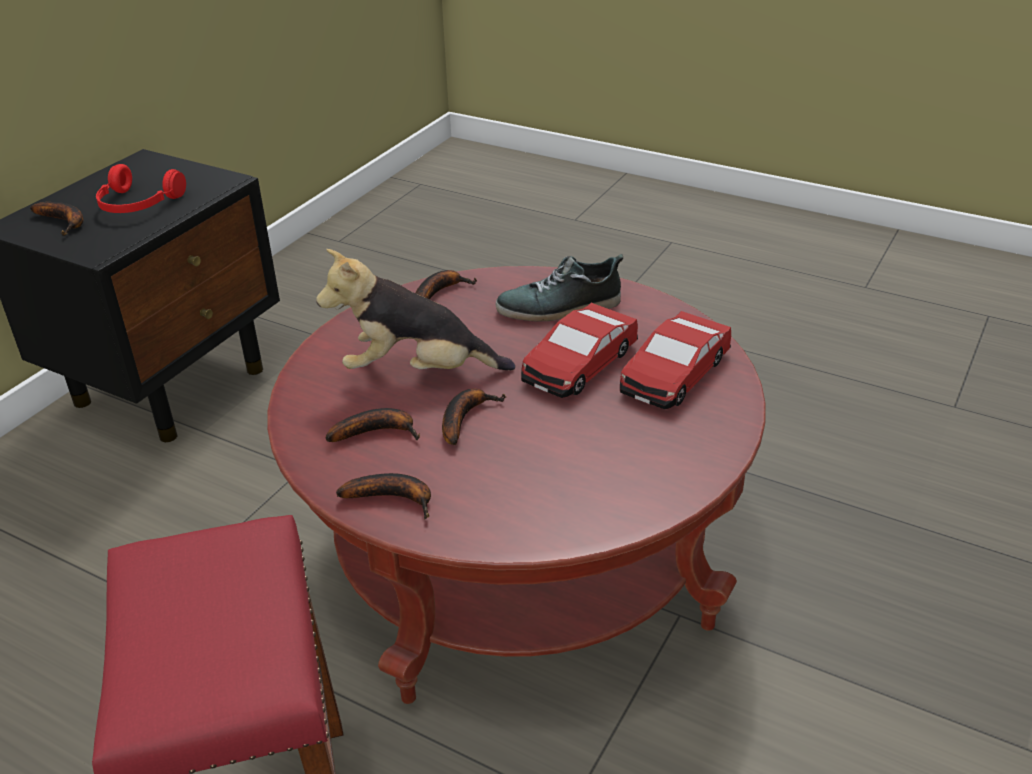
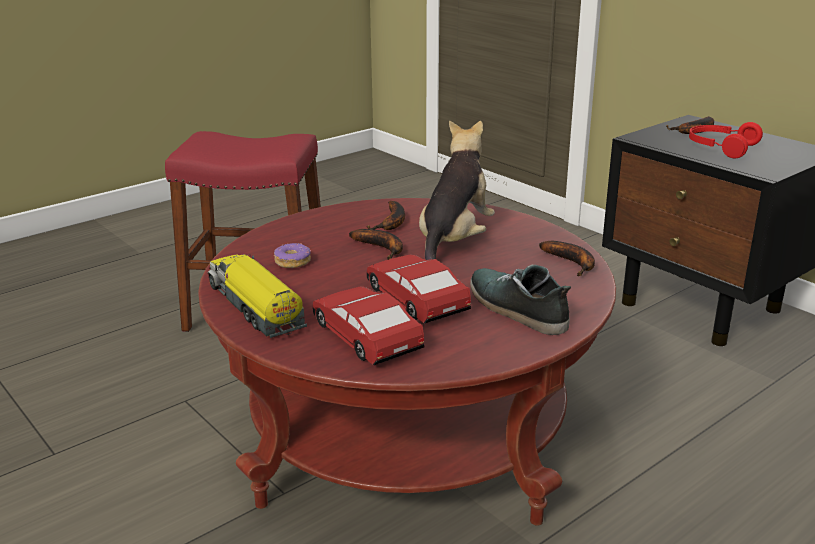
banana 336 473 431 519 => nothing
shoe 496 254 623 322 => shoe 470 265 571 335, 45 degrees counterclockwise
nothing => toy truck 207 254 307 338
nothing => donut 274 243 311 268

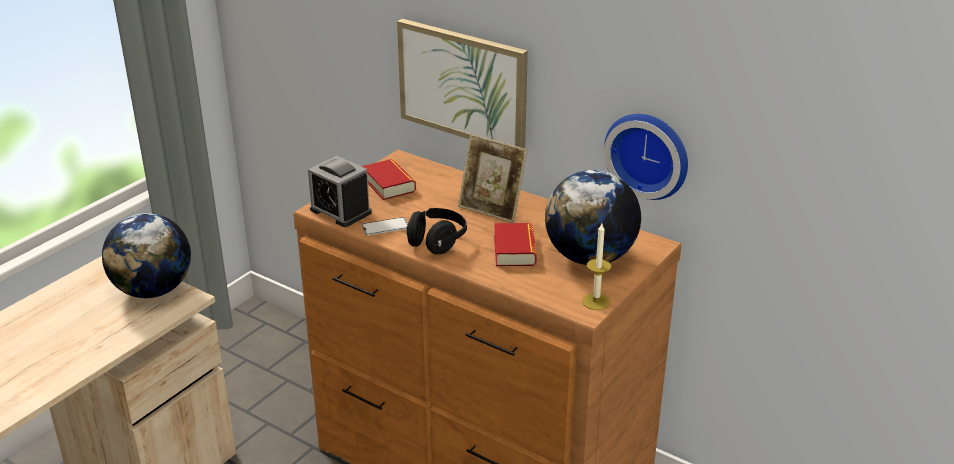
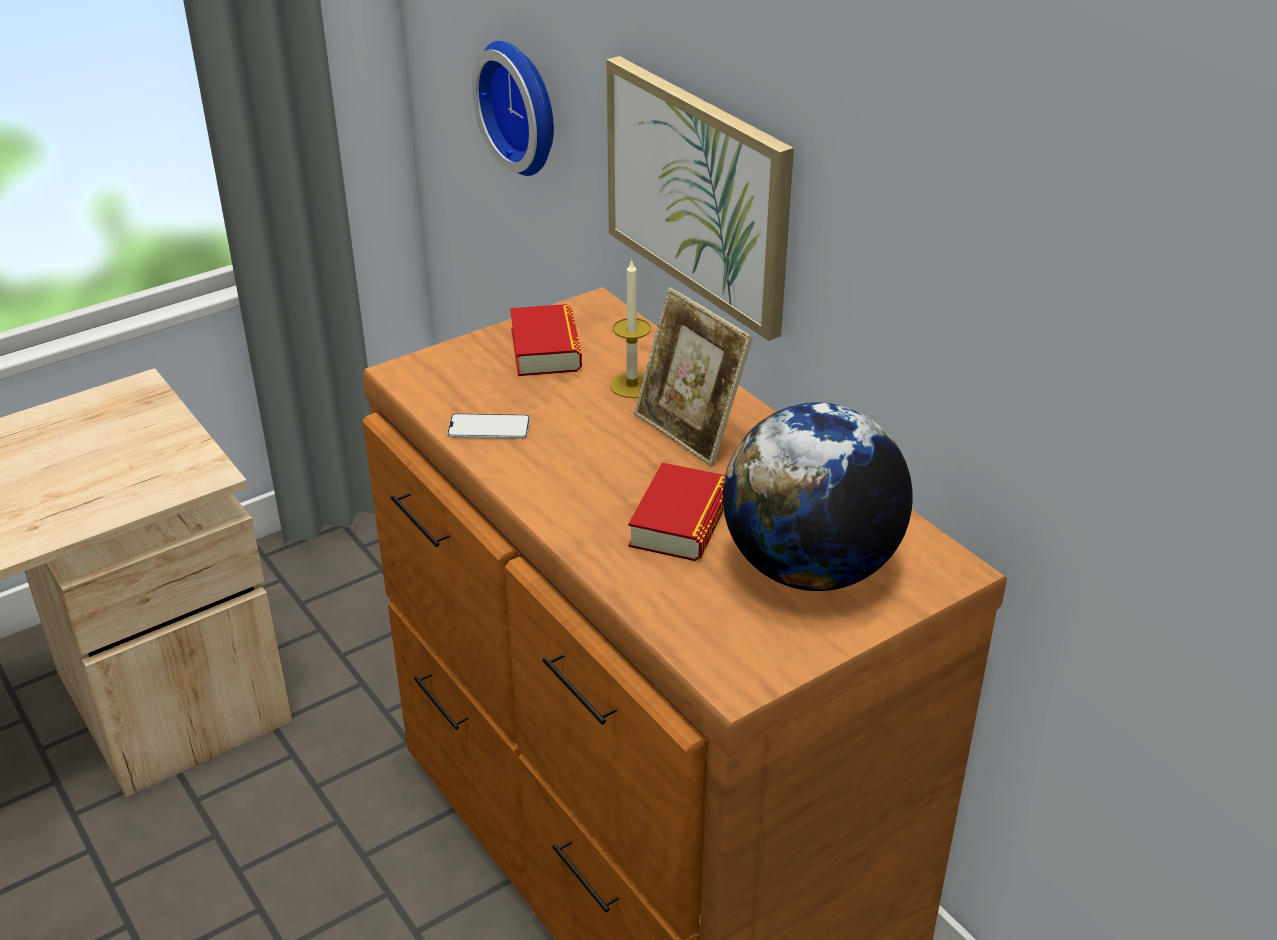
globe 102 213 191 298 => nothing
alarm clock 308 156 372 227 => nothing
black headphones 406 208 467 254 => nothing
candle 582 224 611 310 => candle 610 259 651 398, moved
wall clock 604 114 688 200 => wall clock 472 41 554 176, moved

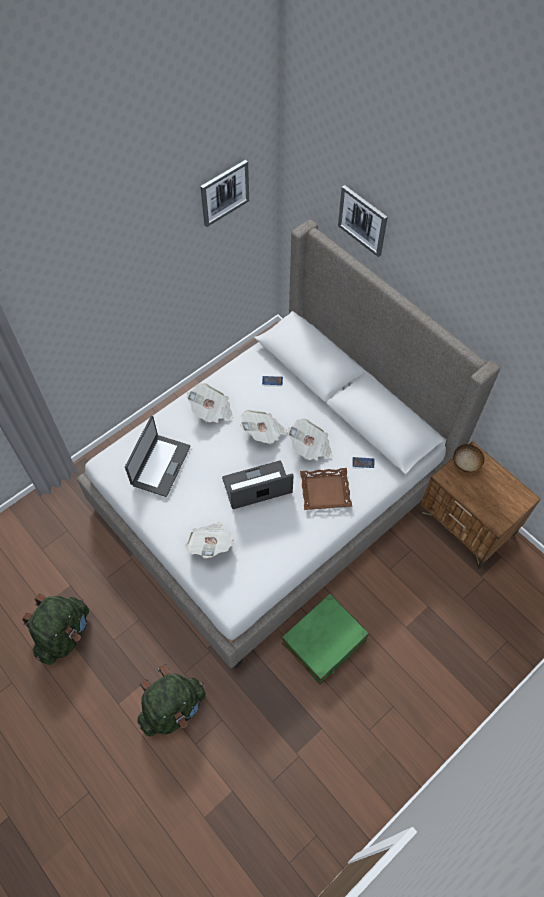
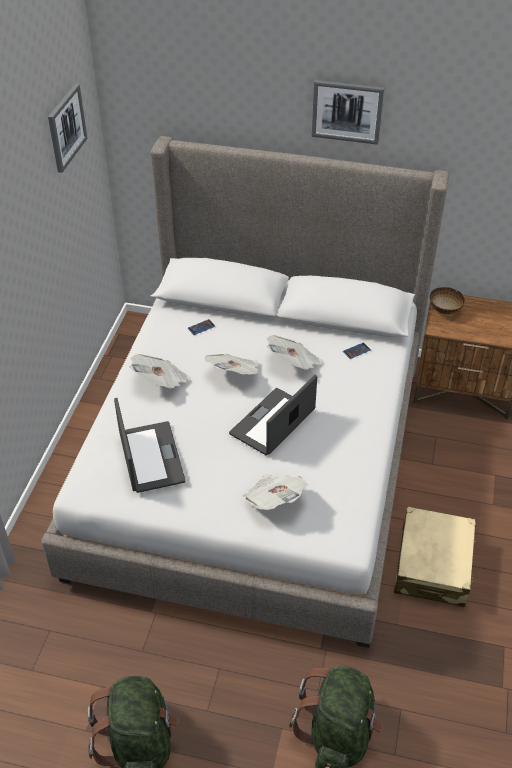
green suitcase 282 594 369 684 => beige suitcase 394 507 476 607
brown tray 300 468 352 510 => nothing
picture 338 185 388 257 => picture 312 80 384 145, moved

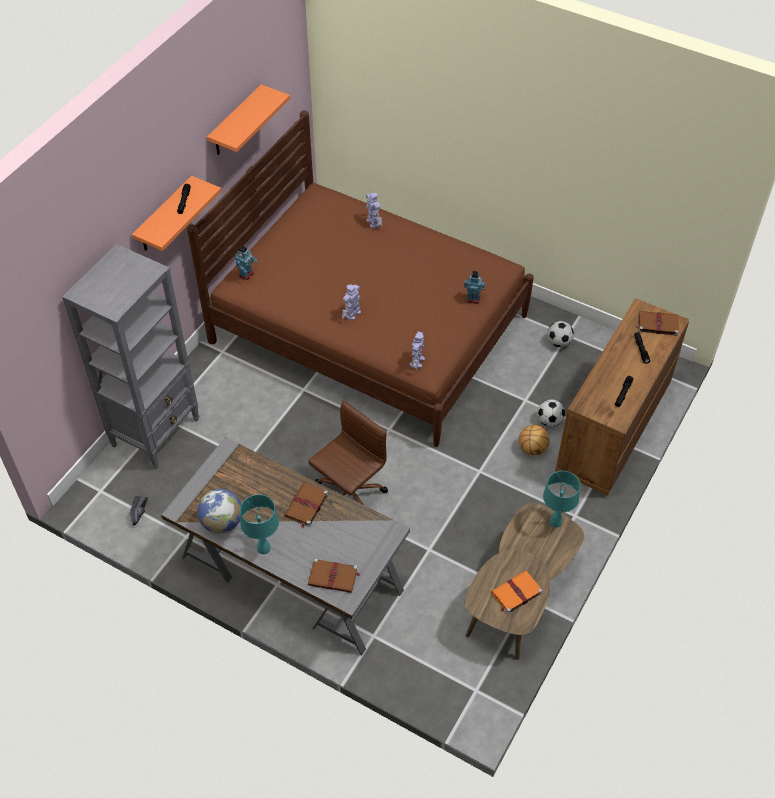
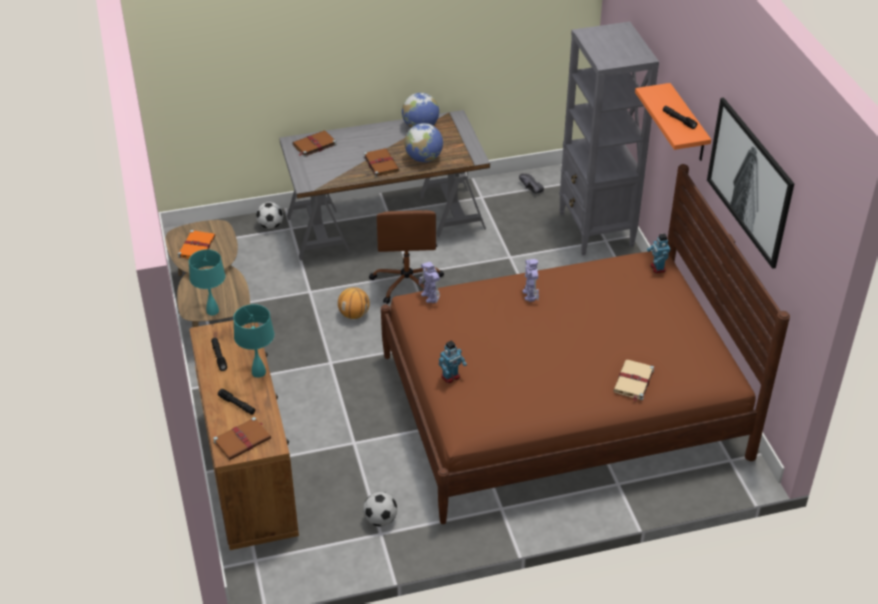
orange shelf 207 84 290 155 => picture 707 97 794 269
turquoise table lamp 240 494 279 554 => turquoise table lamp 233 304 274 378, moved
toy robot 366 193 382 229 => beige book 613 360 654 401
basketball 519 425 550 455 => basketball 338 287 370 319, moved
football 537 399 565 427 => football 256 202 283 229, moved
nothing => globe 404 123 443 162

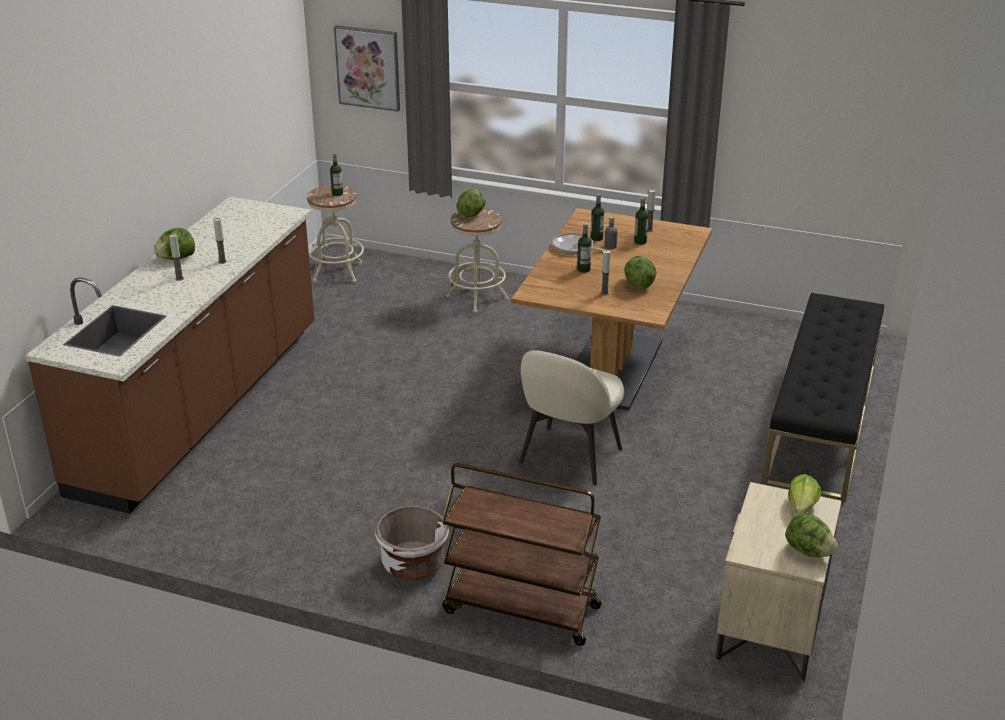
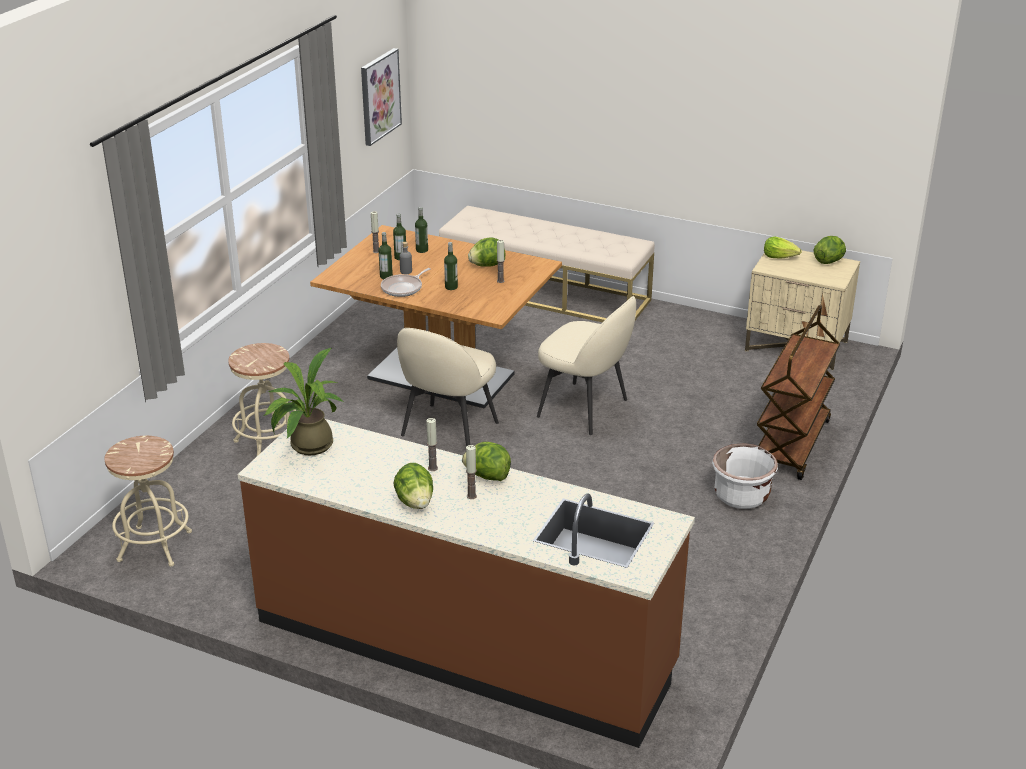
bottle 330 153 343 196 => bottle 415 207 428 253, moved
picture 334 25 400 112 => picture 361 48 402 146, moved
lettuce 456 189 486 218 => lettuce 462 442 511 481, moved
black bench 762 293 884 502 => beige bench 439 206 655 322
nothing => potted plant 263 348 344 455
nothing => beige chair 397 328 499 447

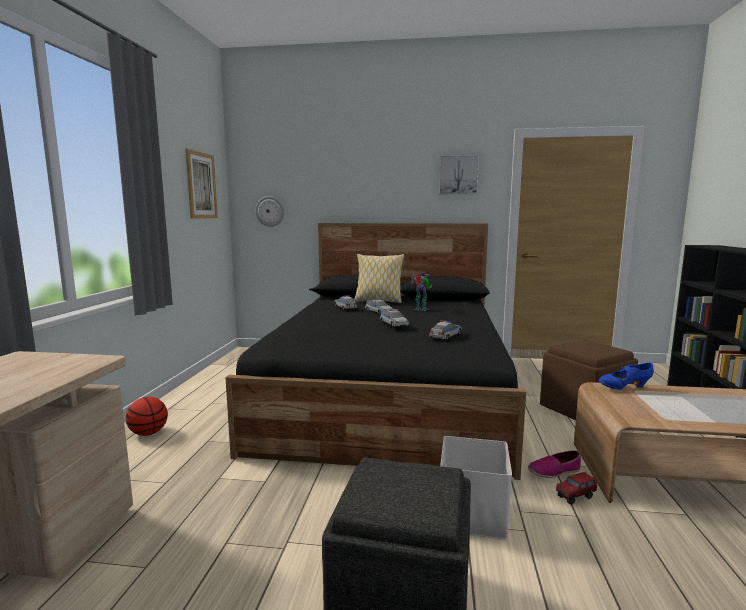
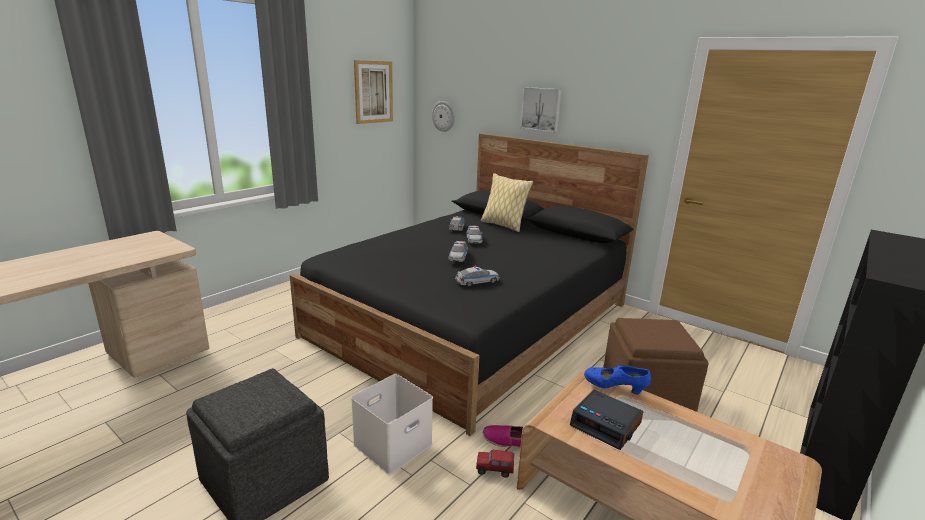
basketball 126 397 168 436 => nothing
toy robot 411 273 432 311 => nothing
picture 439 155 479 195 => picture 520 87 562 132, moved
nothing => alarm clock 570 390 643 450

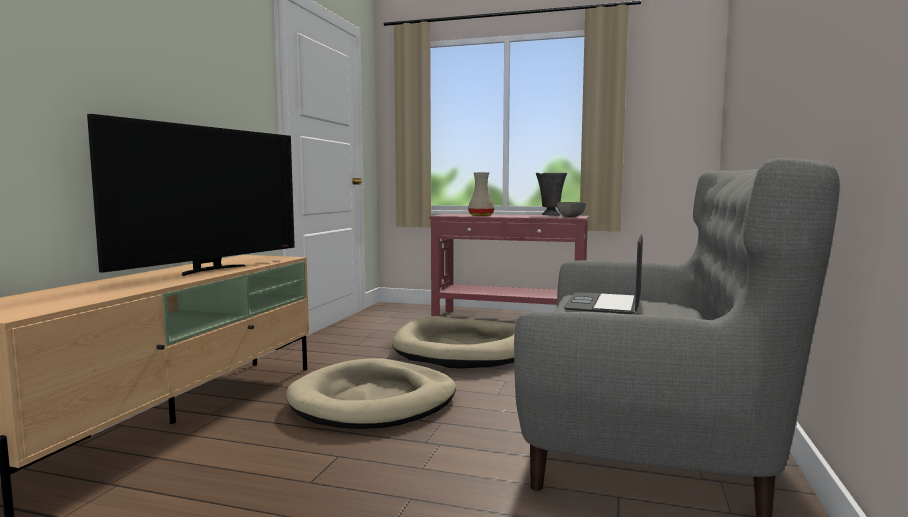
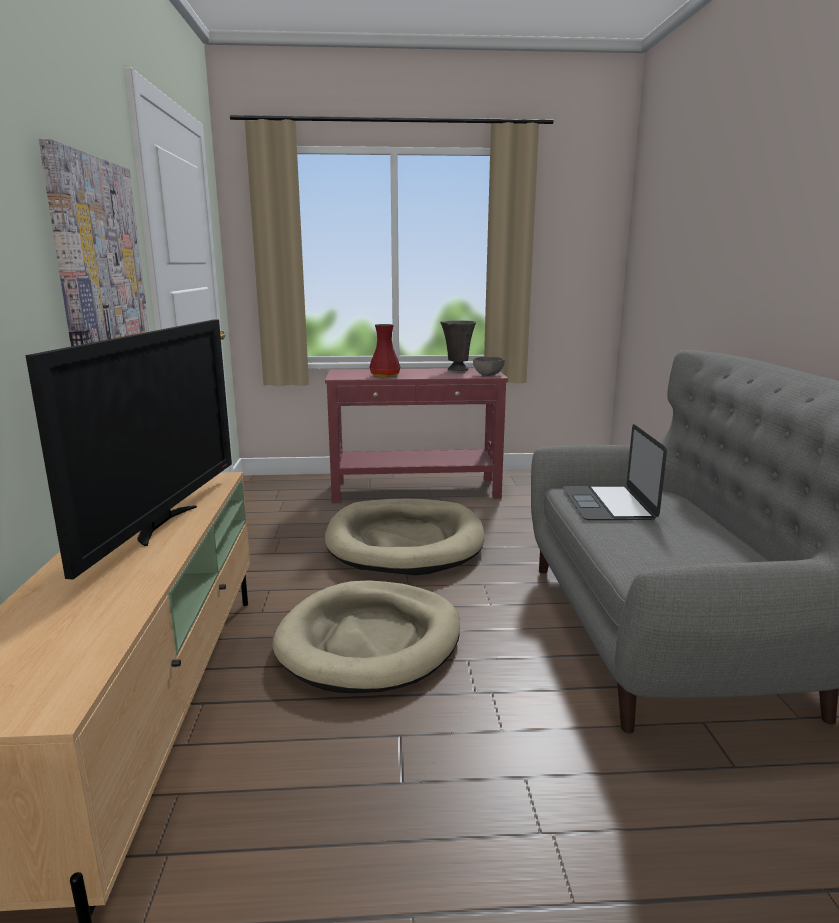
beige vase 468 172 494 216 => red vase 369 324 400 377
nothing => picture 39 139 149 346

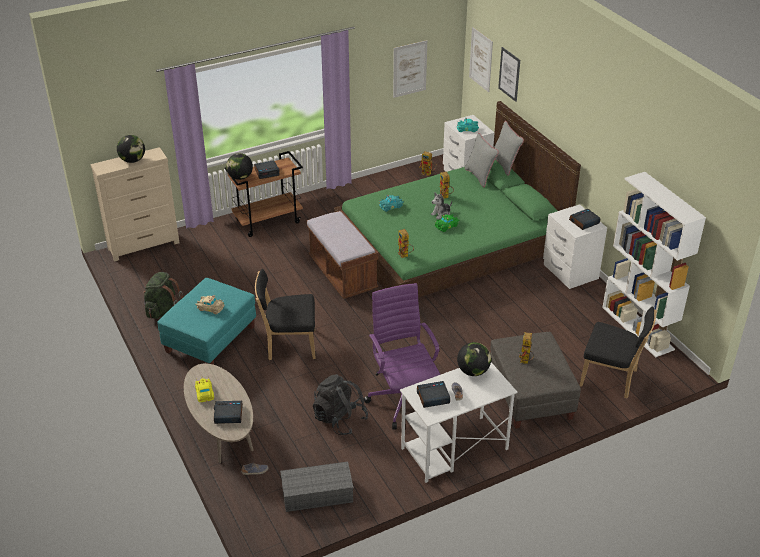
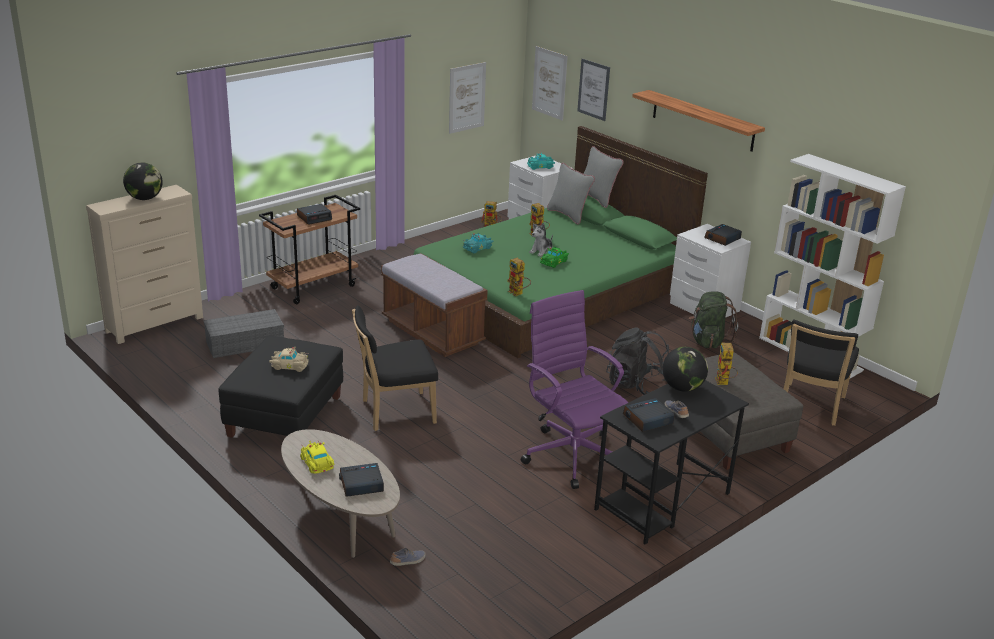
green backpack 143 272 183 319 => green backpack 689 291 738 348, moved
turquoise ottoman 157 278 256 365 => black ottoman 218 336 343 438
globe 226 153 253 180 => nothing
grey storage box 280 462 353 512 => grey storage box 203 309 284 358, moved
black backpack 313 374 368 435 => black backpack 606 327 669 395, moved
white desk 400 362 517 483 => black desk 594 380 749 544
black chair 579 306 657 399 => black chair 783 320 859 426, 105 degrees clockwise
nothing => shelf 632 90 765 152

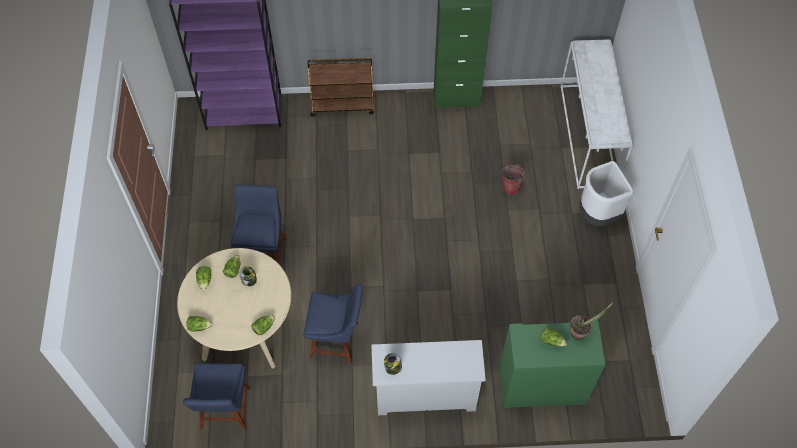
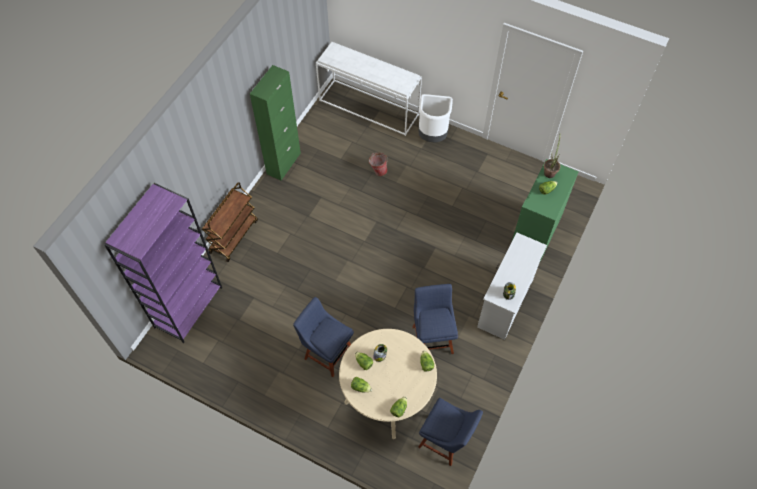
blue chair 304 284 363 363 => blue chair 412 284 458 354, 45 degrees counterclockwise

